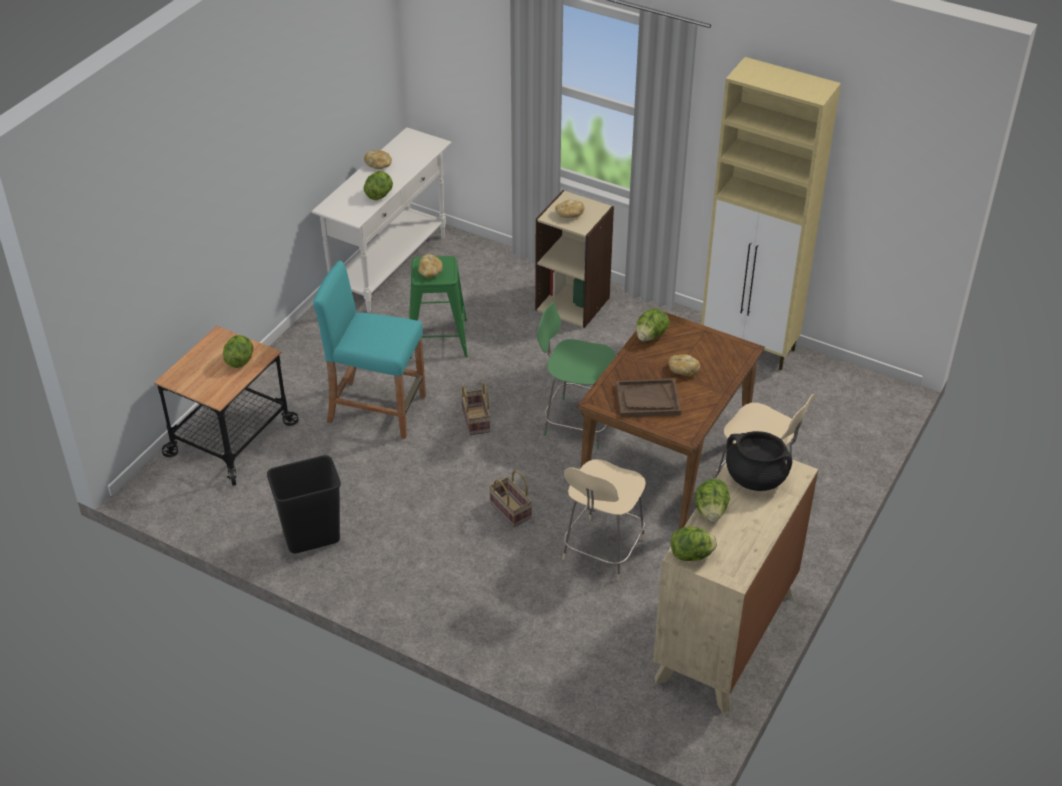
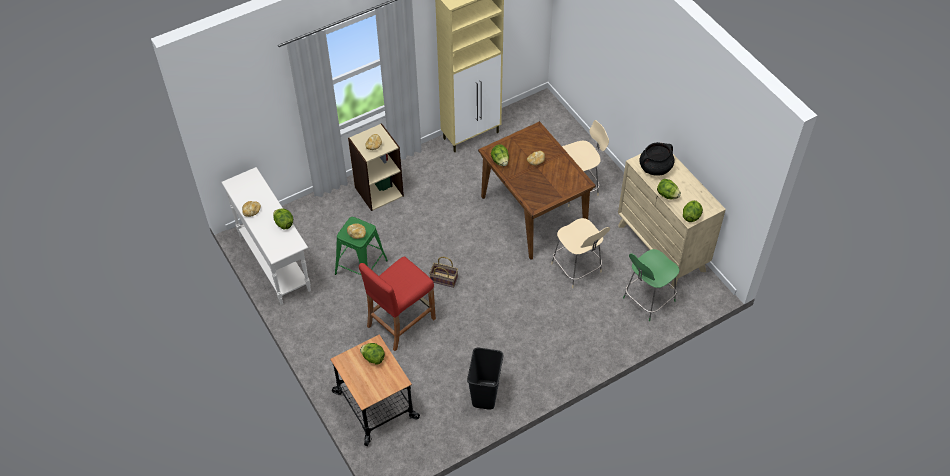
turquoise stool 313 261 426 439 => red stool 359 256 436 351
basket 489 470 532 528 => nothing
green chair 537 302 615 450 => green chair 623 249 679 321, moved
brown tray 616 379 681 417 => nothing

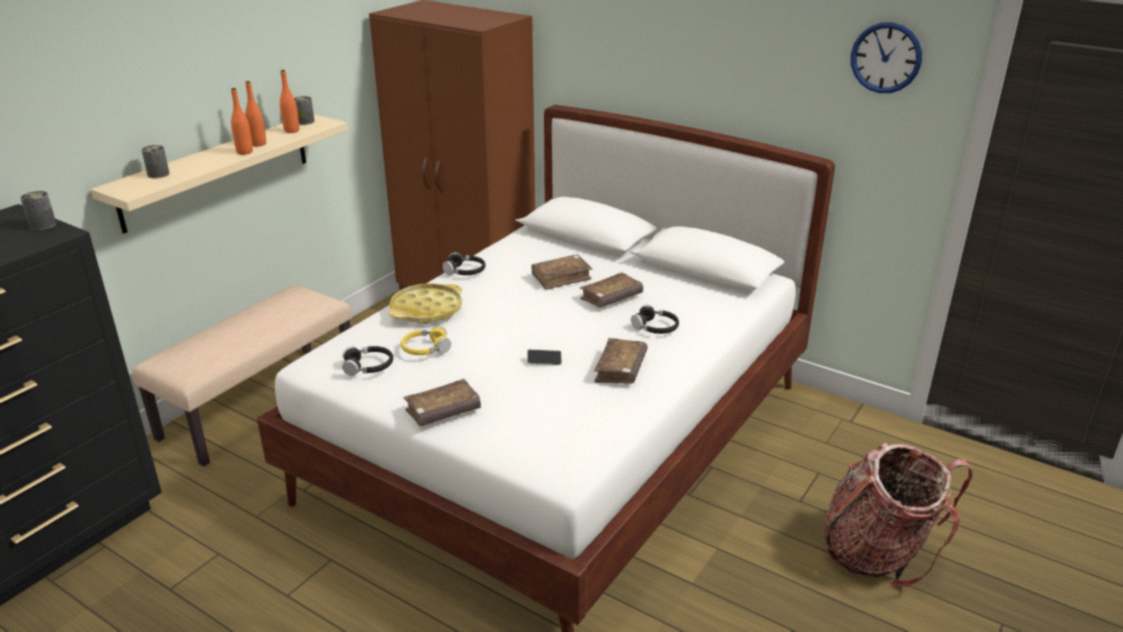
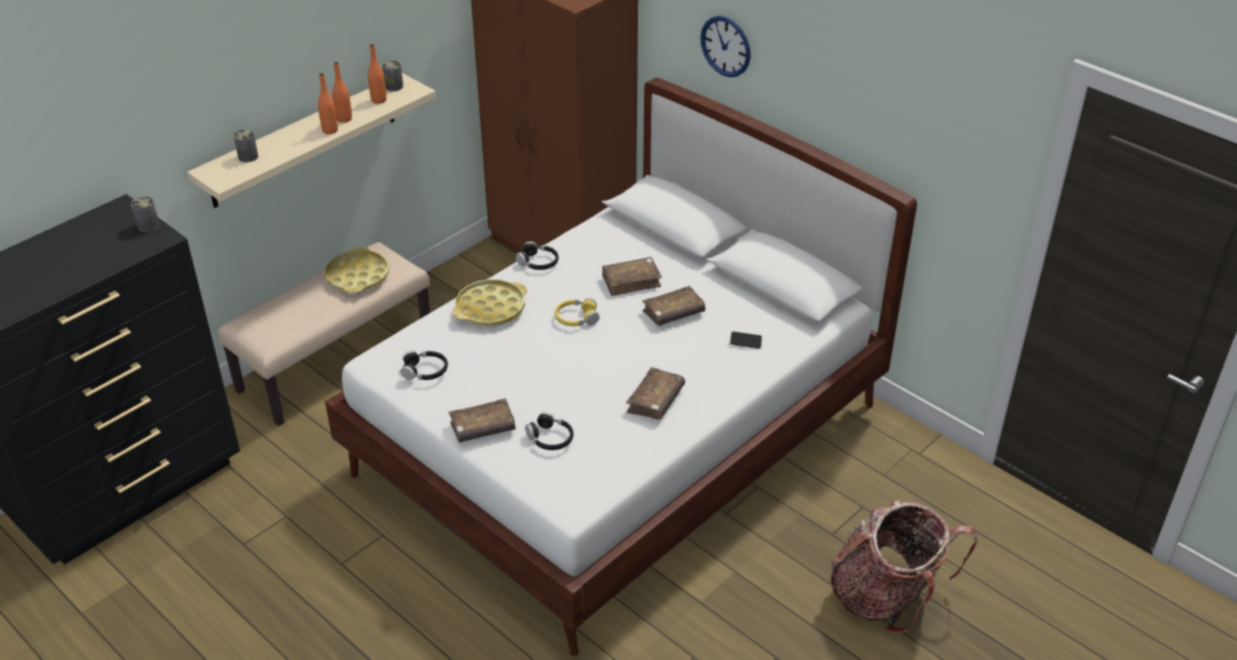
yellow headphones 401 326 451 355 => yellow headphones 555 298 600 326, moved
phone 527 349 562 365 => phone 730 331 762 349, moved
black headphones 631 305 679 334 => black headphones 525 412 573 450, moved
wall clock 851 22 922 93 => wall clock 701 16 751 77, moved
nothing => yellow tray 325 247 389 293

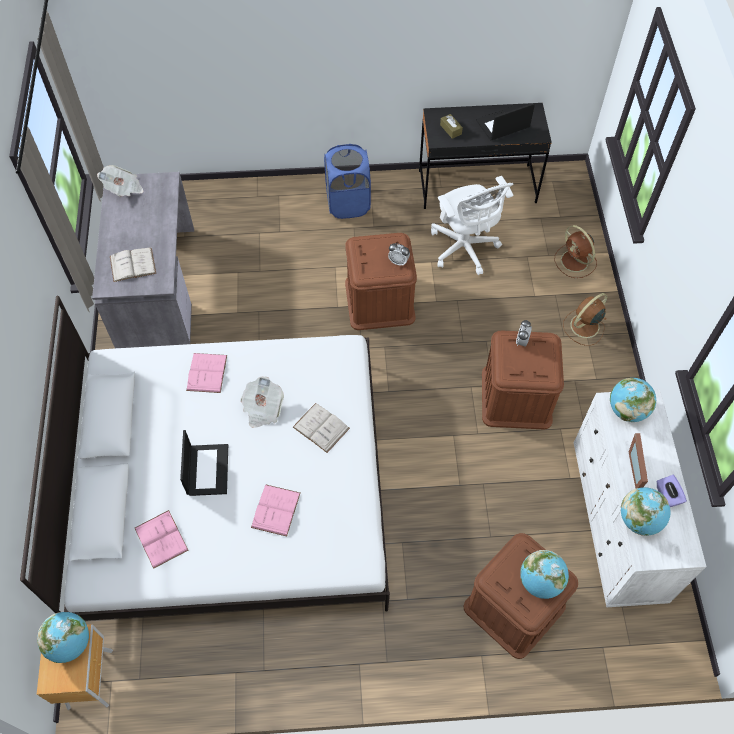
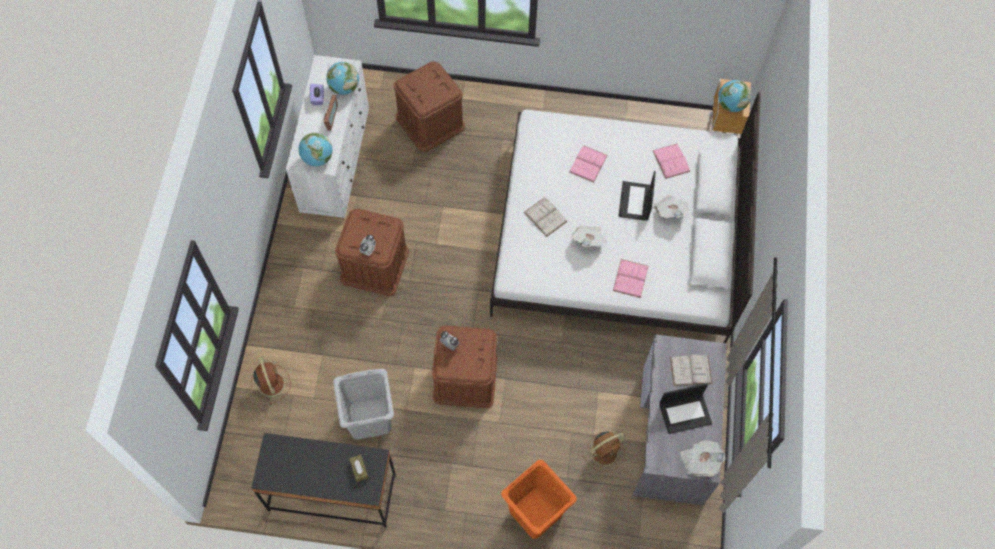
blue laundry basket 324 144 371 219 => nothing
white office chair 431 176 514 275 => grey laundry basket 333 369 394 440
laptop 476 103 535 141 => laptop 659 383 712 434, moved
globe 520 550 569 599 => nothing
brown fan 563 293 607 346 => brown fan 582 431 625 472, moved
nothing => orange laundry basket 501 460 577 539
nothing => newspaper 654 195 689 218

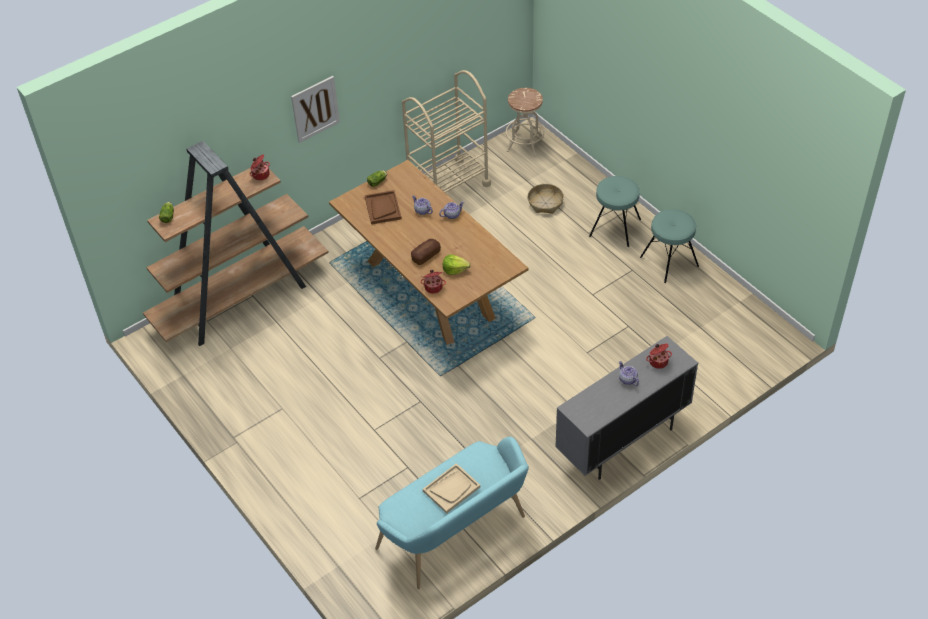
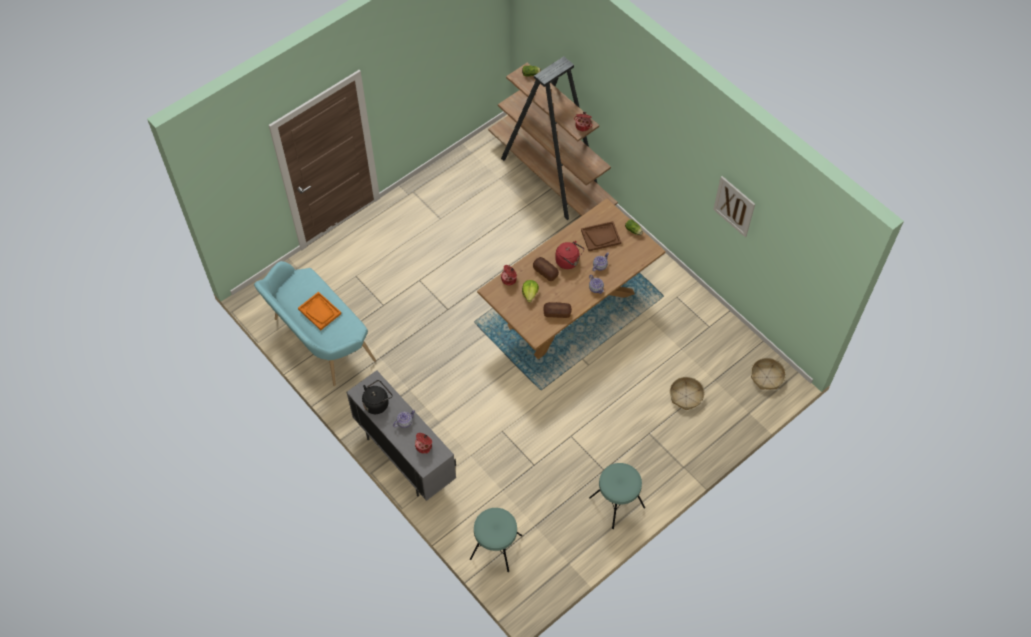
picture 291 76 340 143 => picture 713 176 755 237, moved
beige cart 402 70 491 193 => nothing
beige tray 423 463 480 514 => orange tray 298 292 341 330
beige stool 506 88 545 157 => basket 751 358 786 390
turquoise stool 589 176 641 247 => turquoise stool 470 508 522 572, moved
nothing => black kettle 362 380 392 414
nothing => bread 544 302 572 318
nothing => red kettle 555 241 584 269

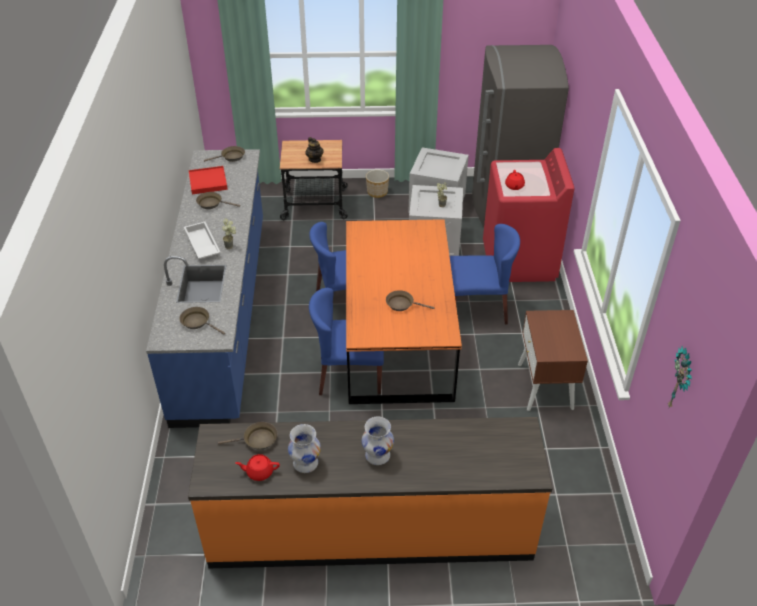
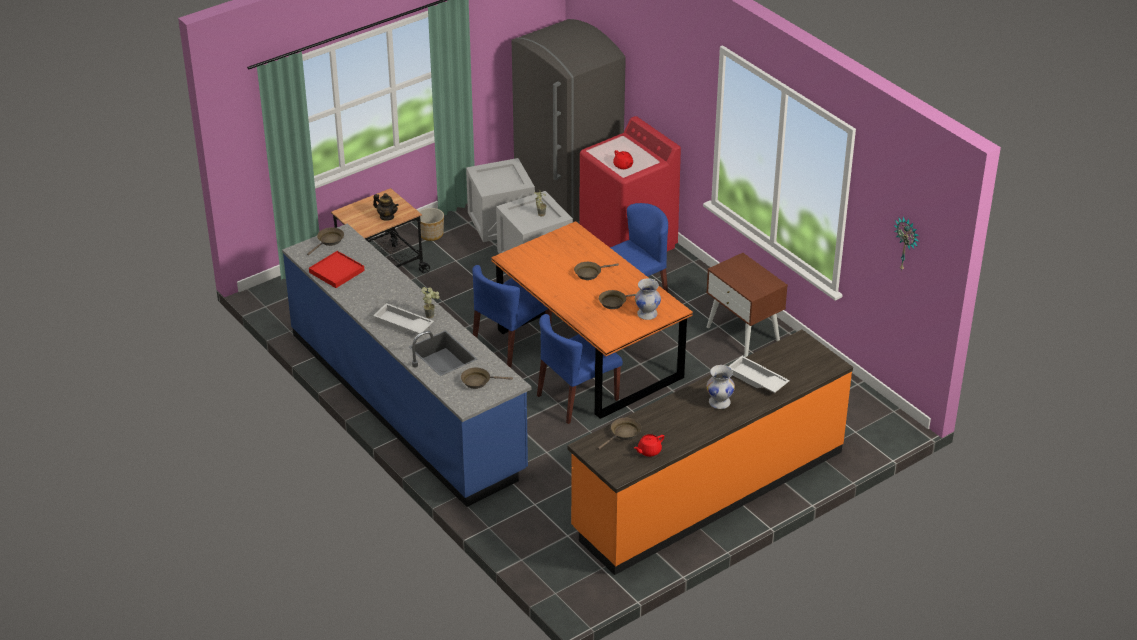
brown frying pan 196 192 240 209 => brown frying pan 574 262 619 280, moved
white vase 288 424 321 473 => white vase 635 278 661 320, moved
nothing => white tray 728 356 790 393

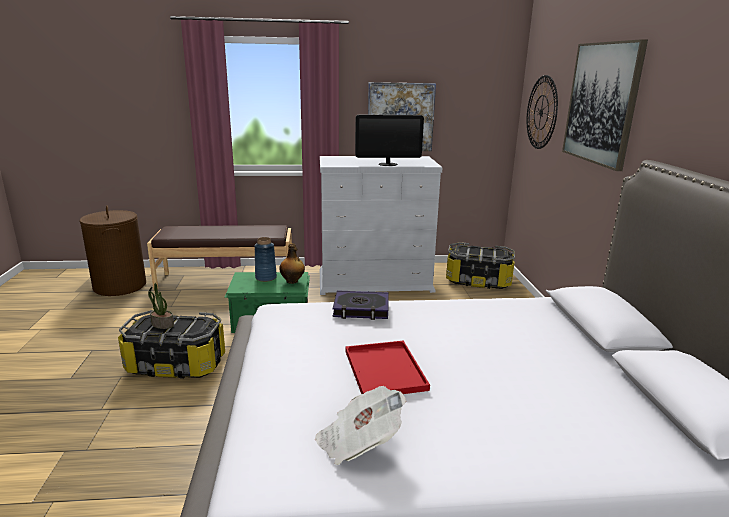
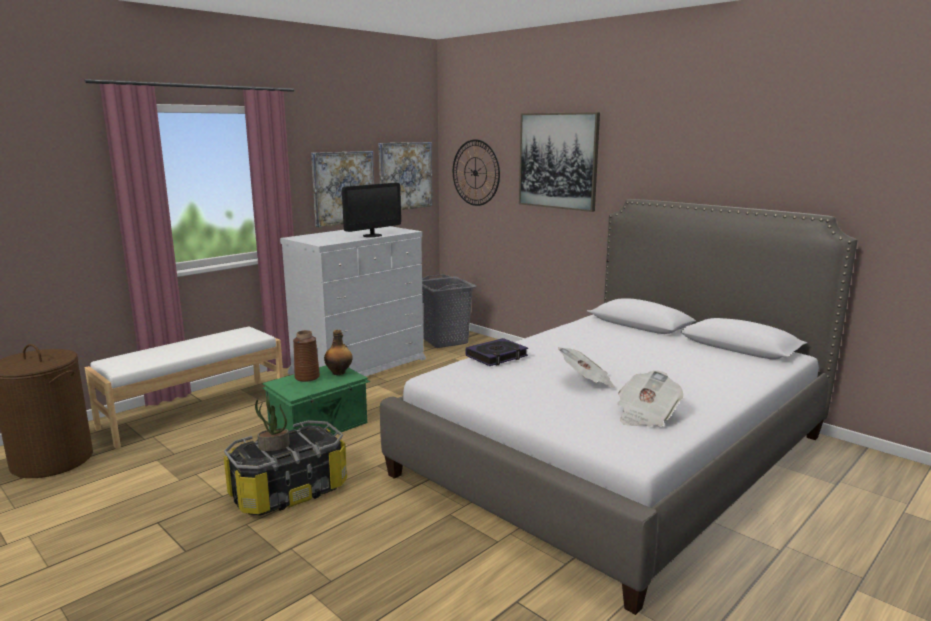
brown bench 147 225 292 291 => white bench 85 326 283 449
blue vase 254 237 277 282 => brown vase 293 330 320 382
red tray 345 340 430 394 => newspaper 558 347 615 387
storage box 446 242 515 289 => grey laundry basket 422 274 476 348
nothing => picture 378 142 432 210

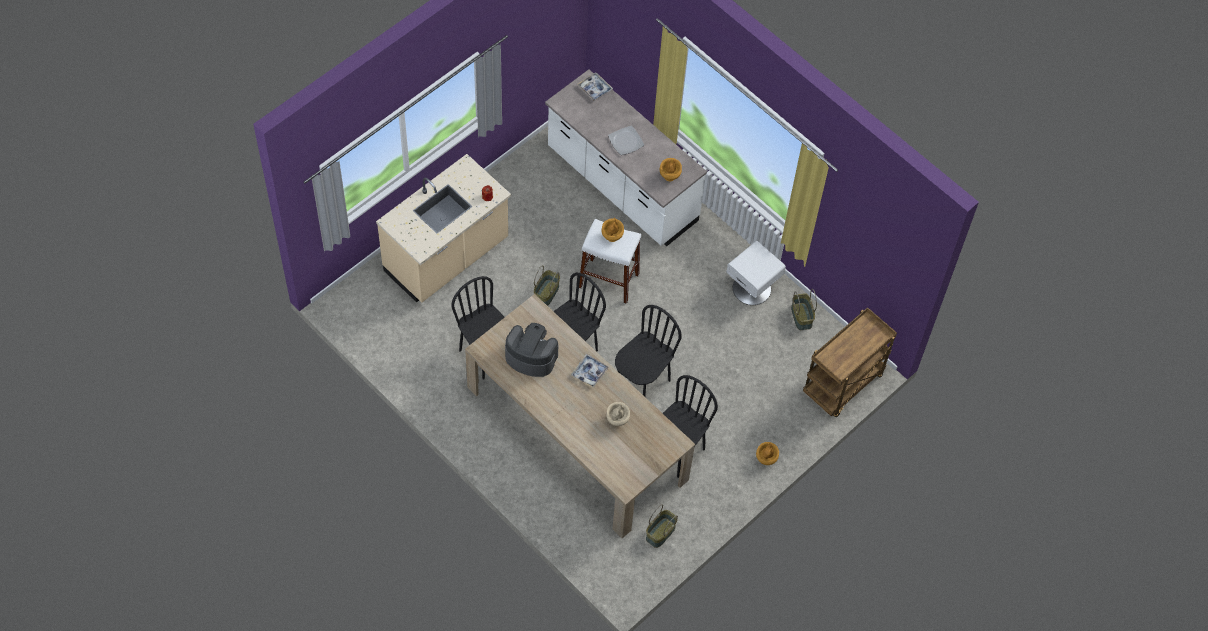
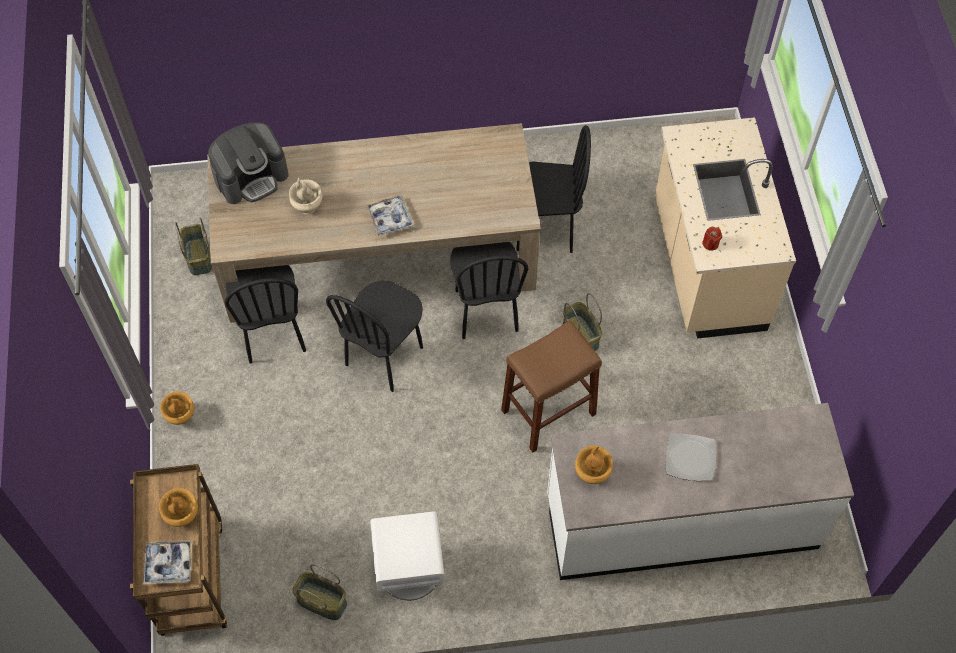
coffee machine 505 323 558 377 => coffee machine 208 122 288 204, moved
tray 577 72 613 101 => tray 143 540 193 585, moved
white stool 579 219 641 304 => brown stool 501 320 602 452
brown vase 602 218 624 242 => brown vase 159 488 198 527, moved
black chair 615 305 682 397 => black chair 326 281 423 392, 45 degrees clockwise

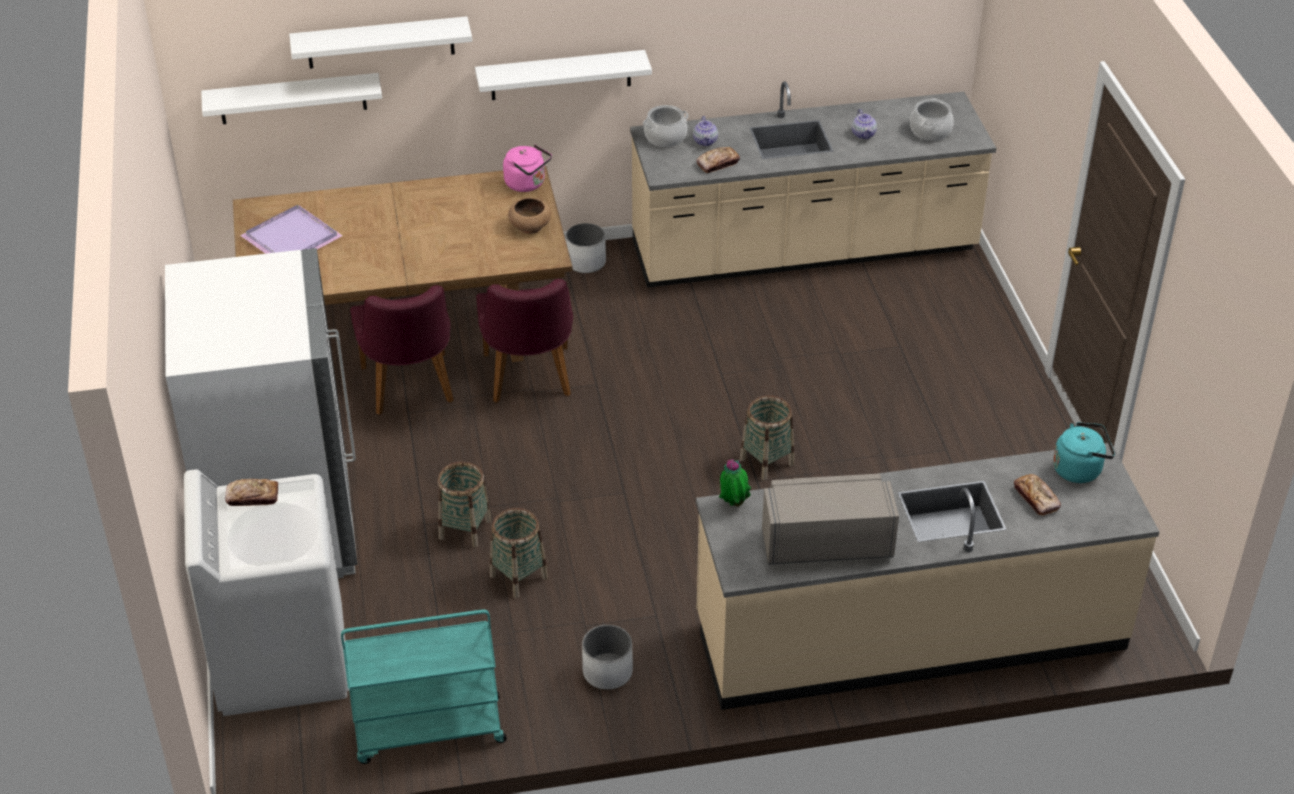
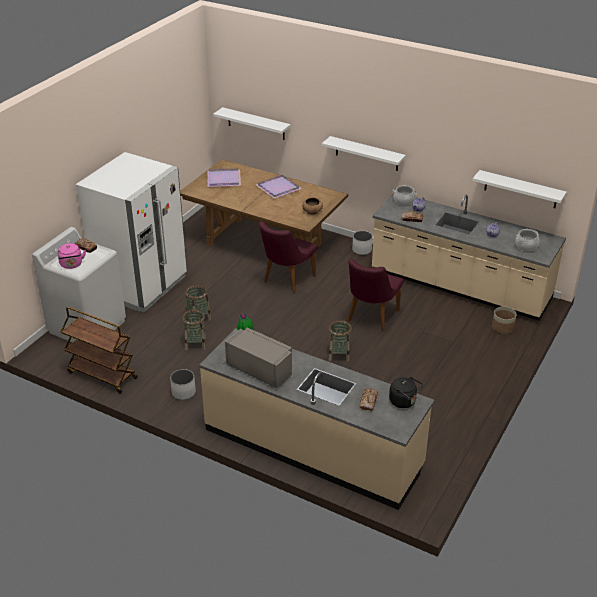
white shelf 289 16 472 69 => white shelf 472 170 567 208, moved
turquoise cart 341 610 507 764 => brown cart 61 307 138 394
purple chair 350 285 454 415 => purple chair 348 259 404 331, moved
pink kettle 503 144 552 192 => pink kettle 58 243 86 269, moved
turquoise kettle 1053 422 1115 483 => black kettle 389 376 423 408
nothing => purple tray 256 175 302 199
nothing => planter 492 306 517 334

